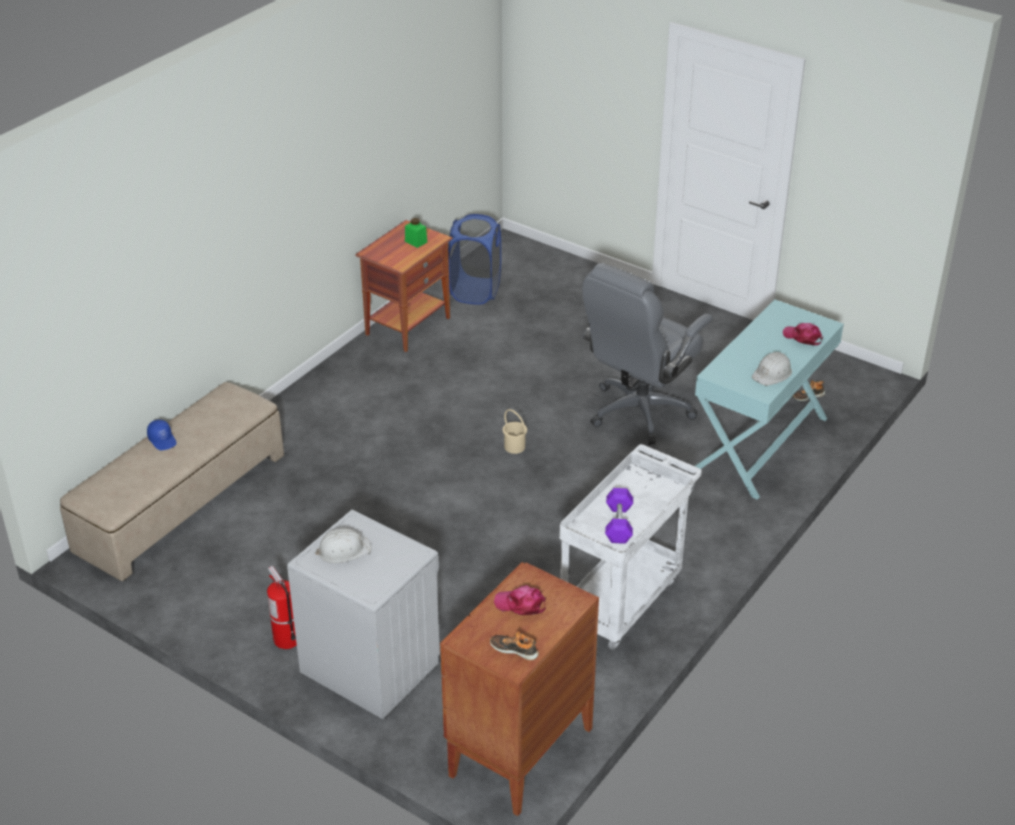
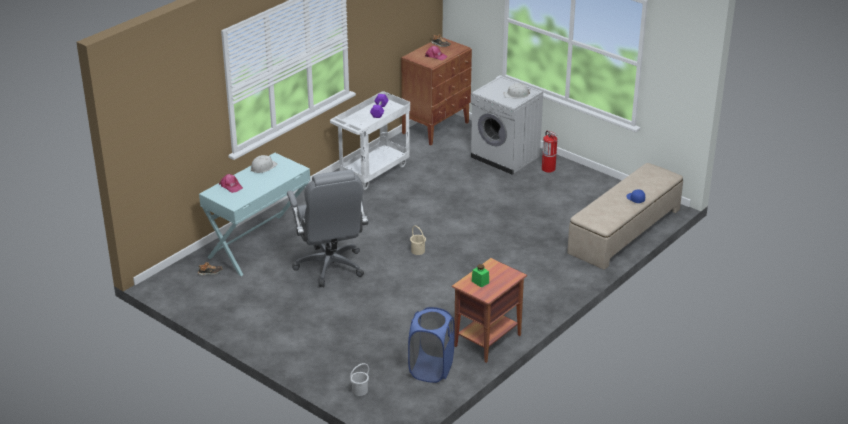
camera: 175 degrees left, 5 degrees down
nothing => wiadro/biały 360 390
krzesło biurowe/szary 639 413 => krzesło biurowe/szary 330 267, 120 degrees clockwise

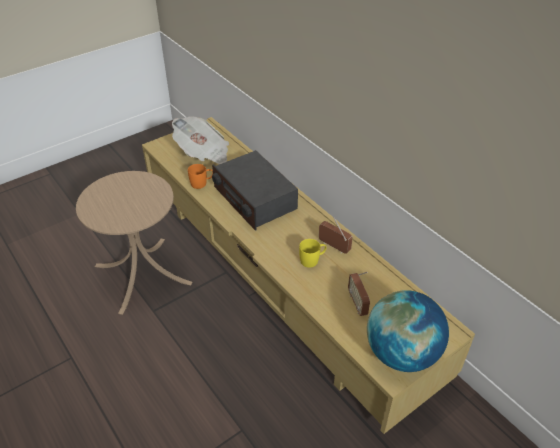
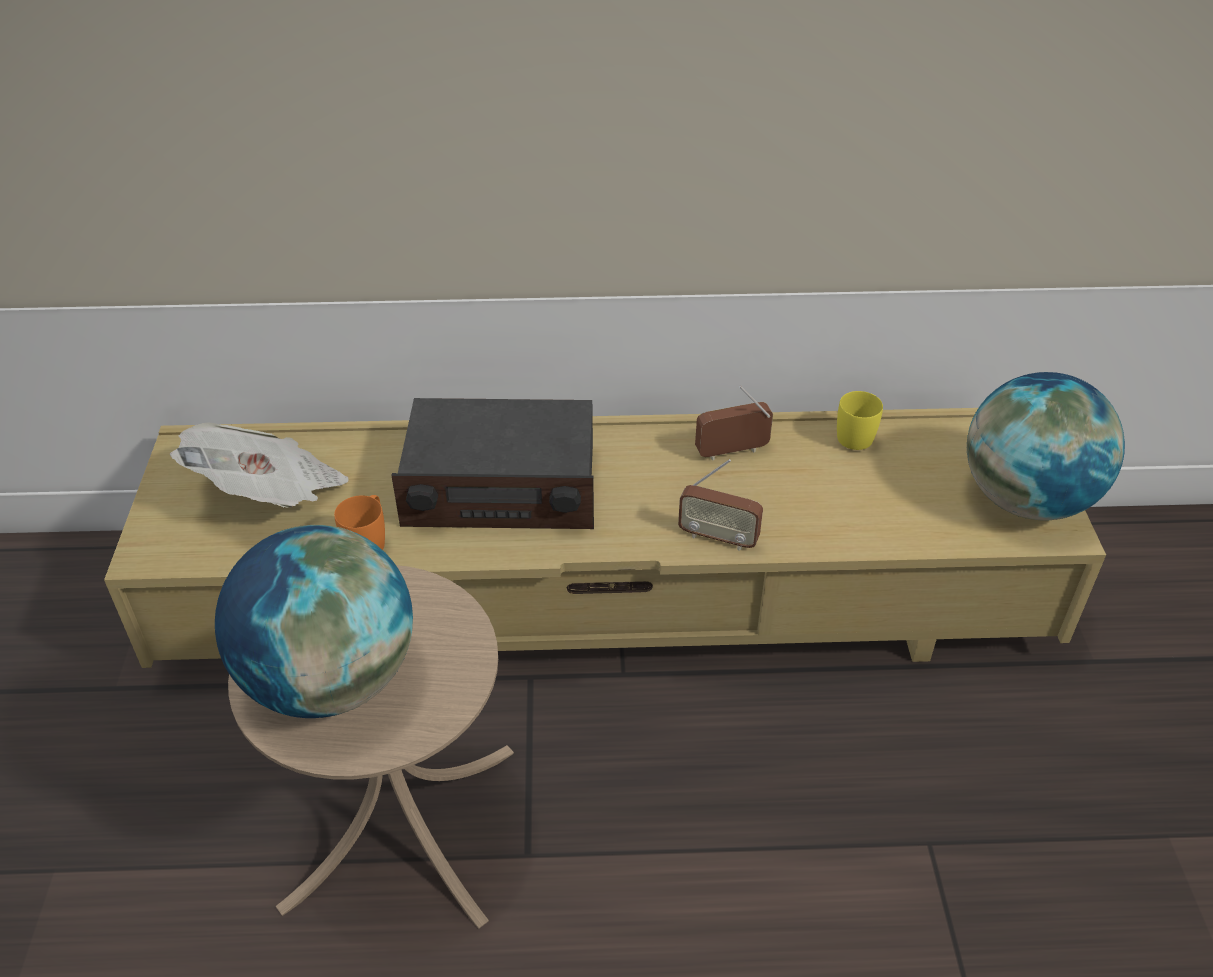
camera: 55 degrees left, 0 degrees up
nothing => globus 331 679
kubek/żółty 312 260 => kubek/żółty 854 433, move
radio 357 303 => radio 718 537, move

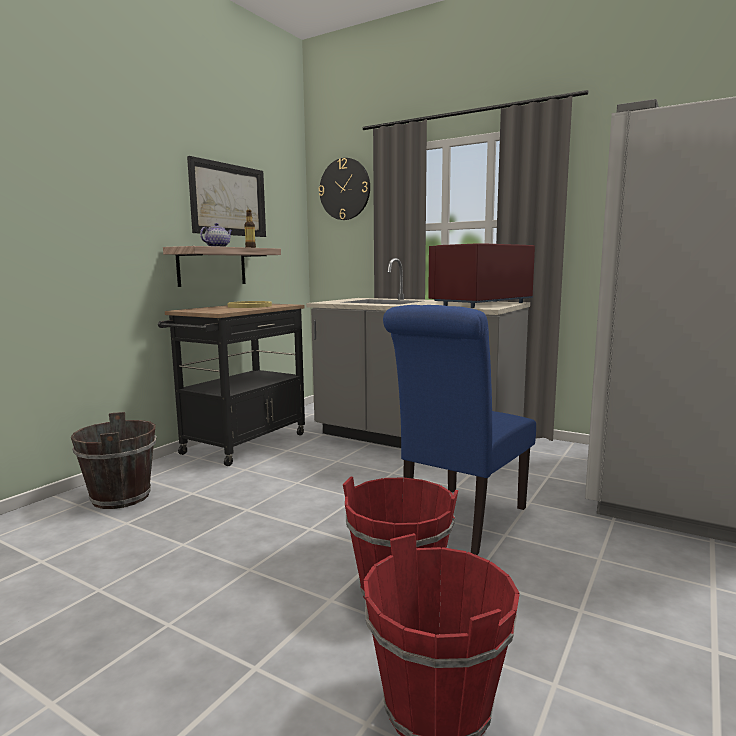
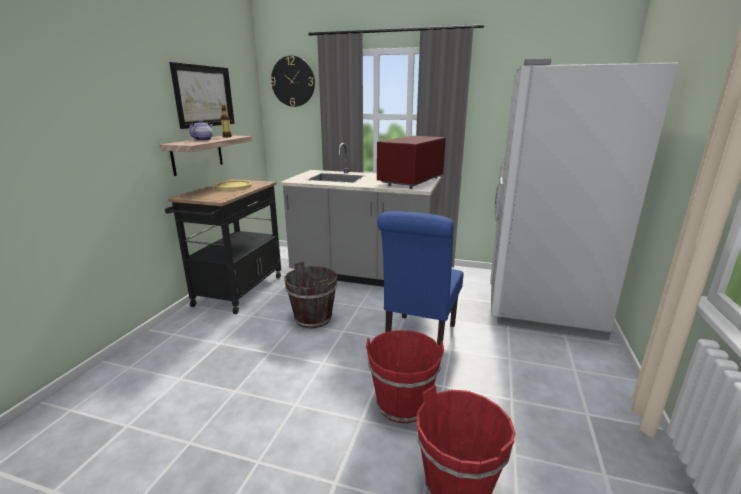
camera: 15 degrees left, 10 degrees up
wiadro/brązowy 121 497 => wiadro/brązowy 313 318, move

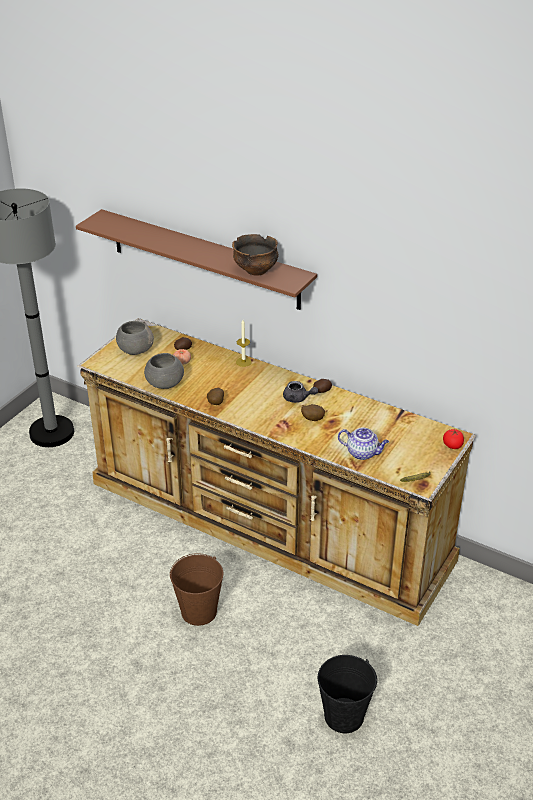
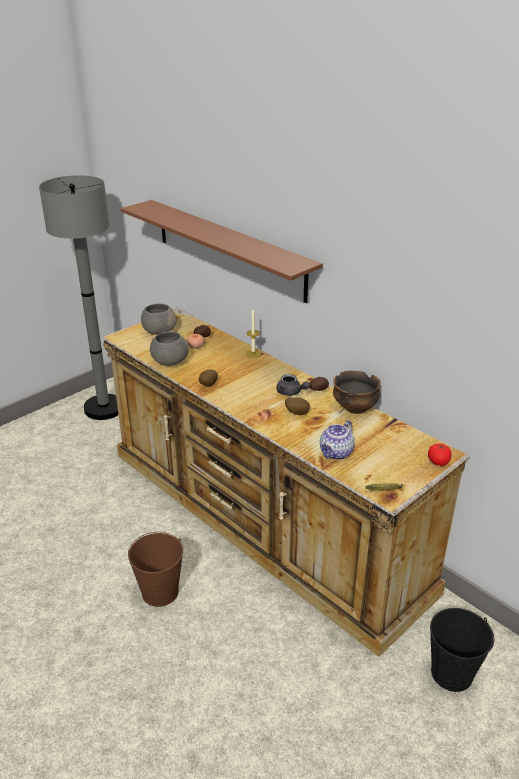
camera: 15 degrees right, 5 degrees down
miska 256 270 => miska 355 407, move
wiadro/czarny 343 716 => wiadro/czarny 451 673, move
imbryk 363 453 => imbryk 336 453, 90 degrees clockwise

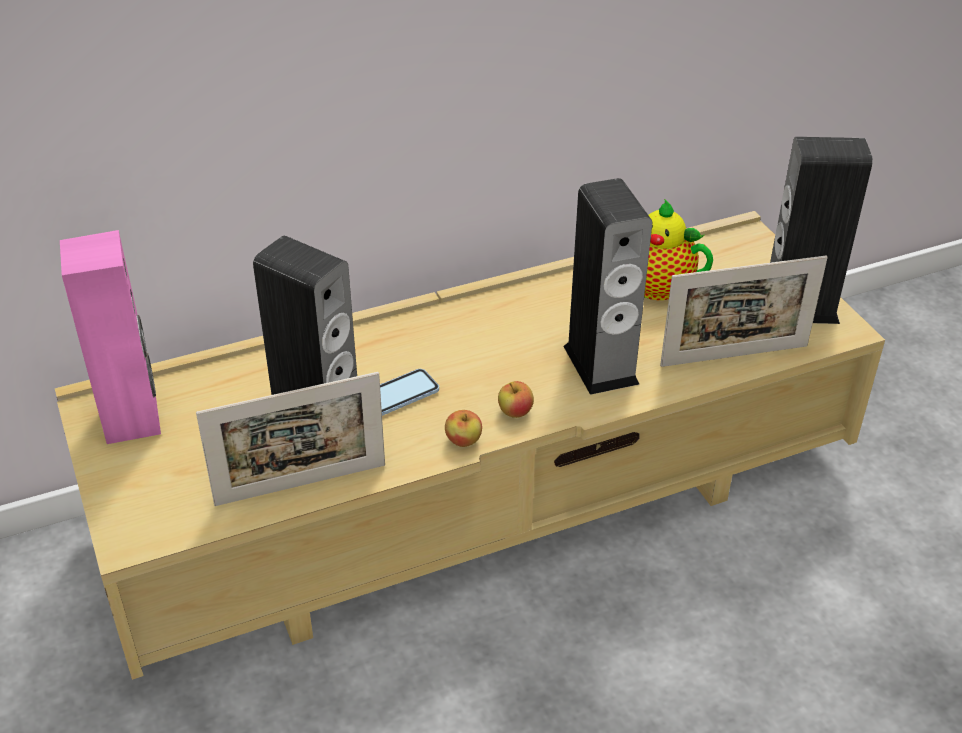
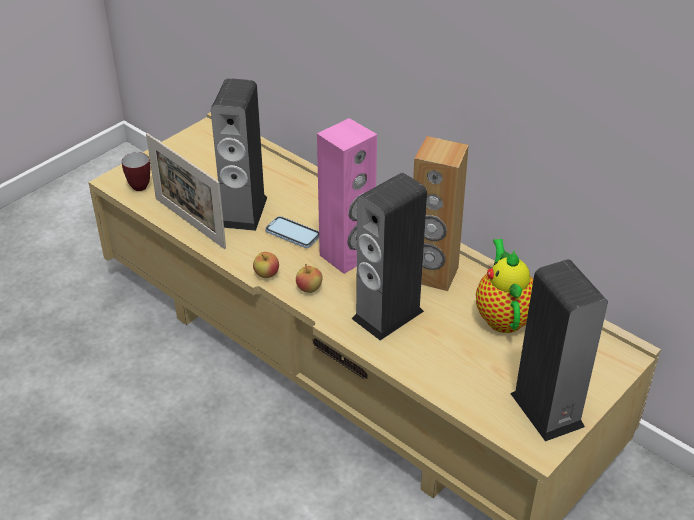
camera: 65 degrees right, 0 degrees up
ramka na zdjęcie 734 356 => nothing
nothing => kubek 139 185
nothing => głośnik/brązowy 433 274
głośnik/różowy 133 419 => głośnik/różowy 347 256, move

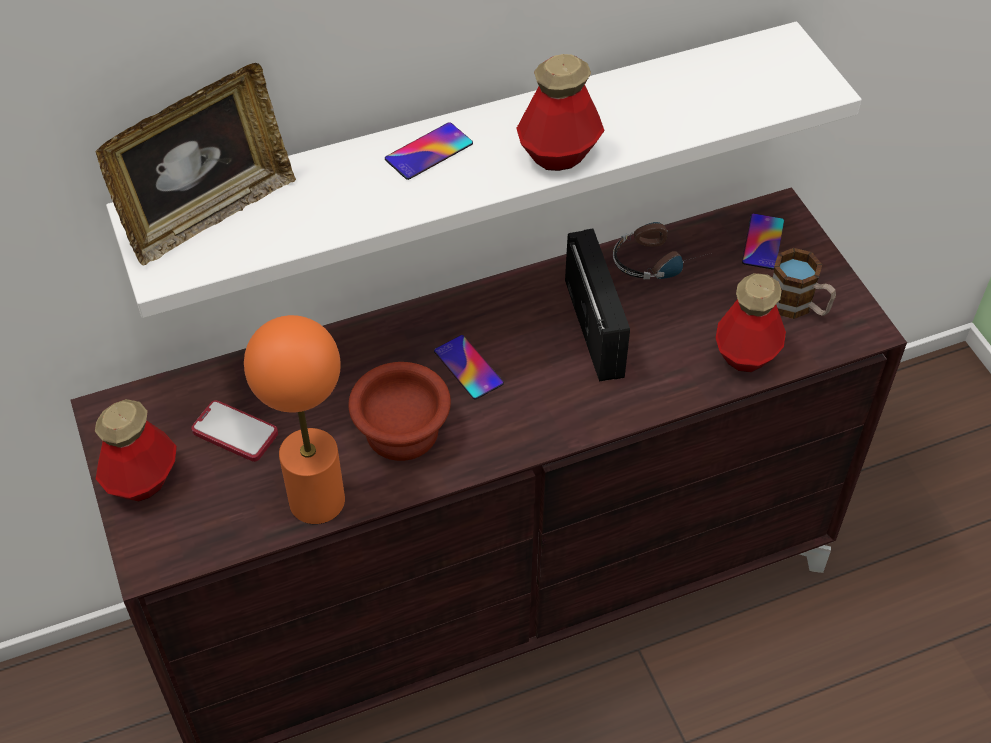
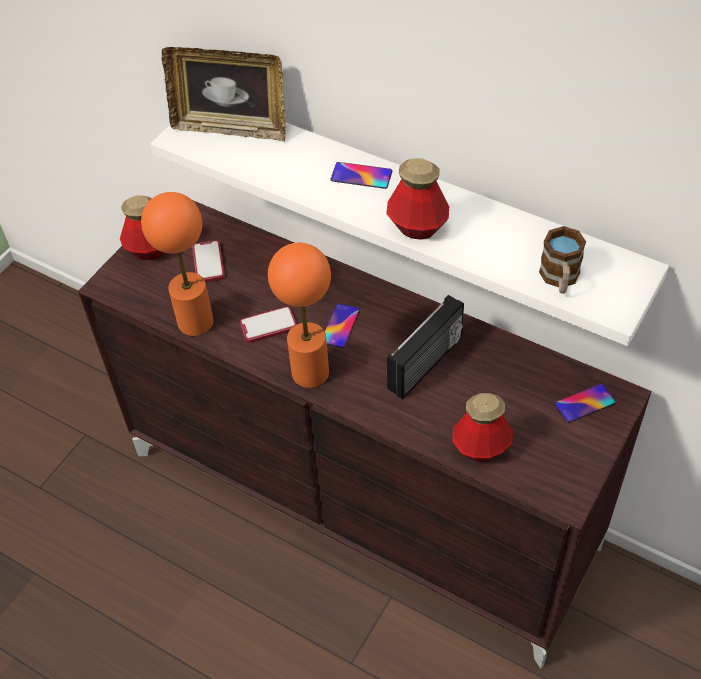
camera: 55 degrees right, 0 degrees up
słuchawki 658 259 => nothing
nothing => lampa stołowa/pomarańczowy 311 372
kubek 798 306 => kubek 560 279, move
miska/brązowy 399 432 => telefon 268 326

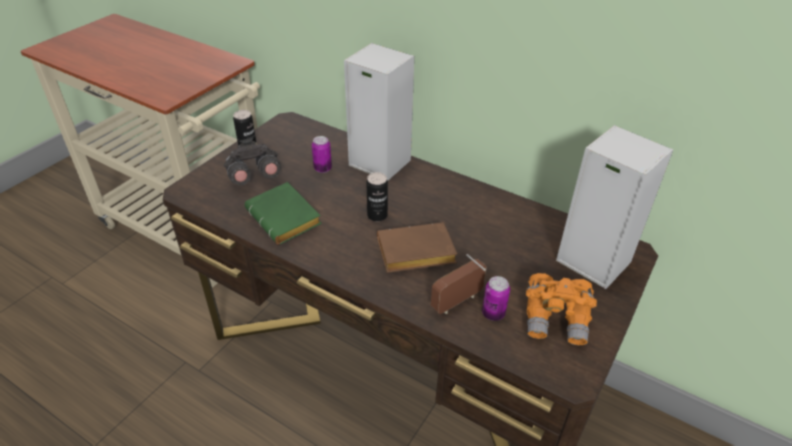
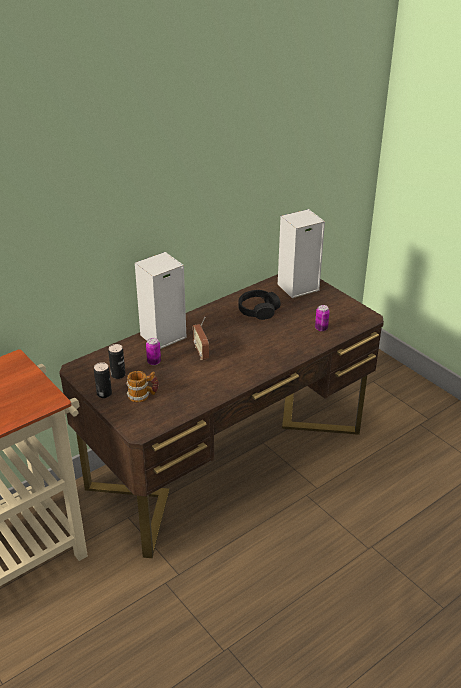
camera: 70 degrees left, 5 degrees down
książka/zielony 286 219 => nothing
książka/brązowy 414 254 => nothing
lornetka/pomarańczowy 556 320 => nothing
nothing => słuchawki/czarny 258 310
puszka 377 215 => puszka 118 375, move
radio 457 302 => radio 201 352, move
lornetka/szary 253 177 => kubek 143 395

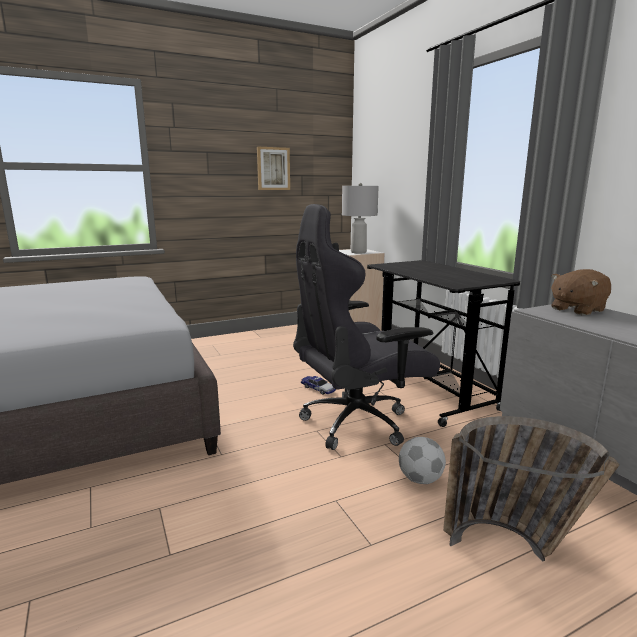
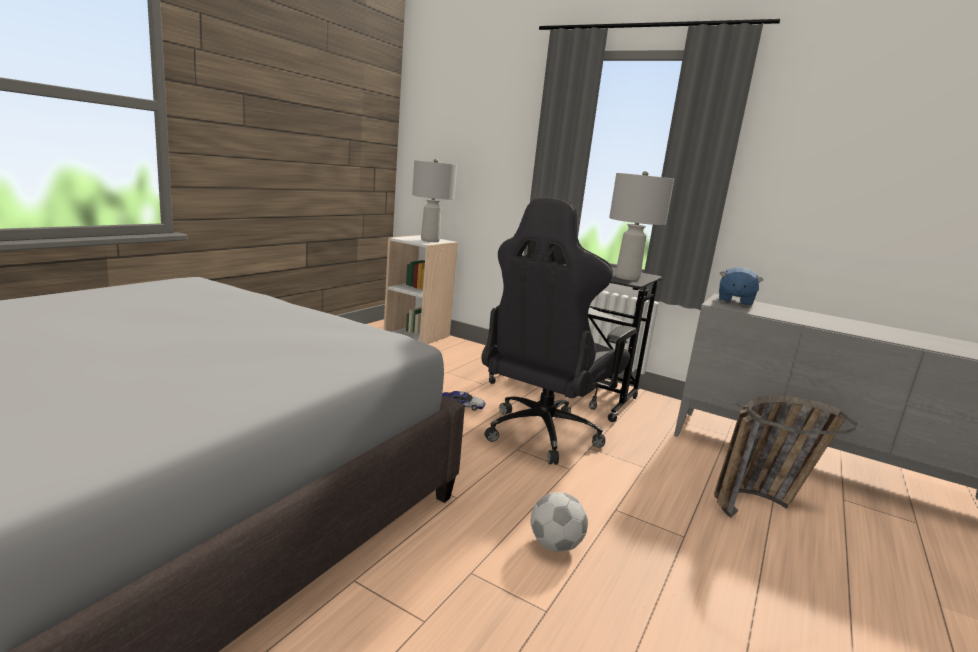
camera: 35 degrees left, 0 degrees up
obraz 273 168 => nothing
nothing => lampa stołowa/szary 627 278
piłka futbolowa 420 480 => piłka futbolowa 556 545, move
pluszak/brązowy 576 309 => pluszak/niebieski 734 301

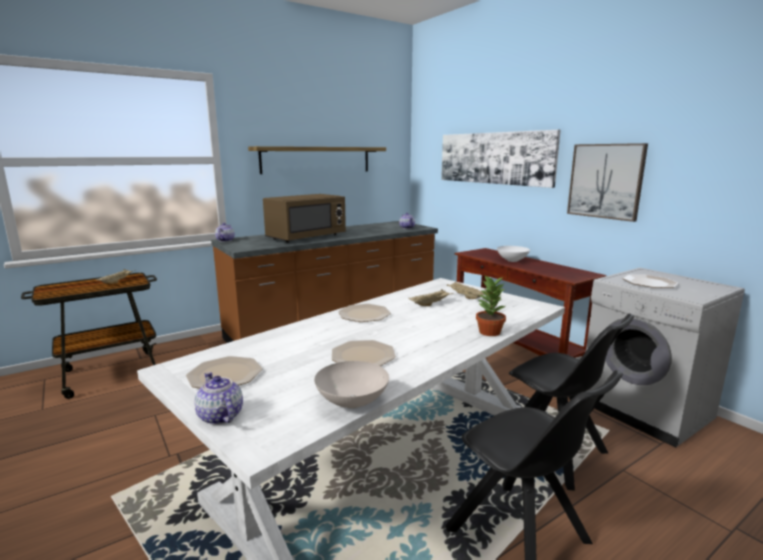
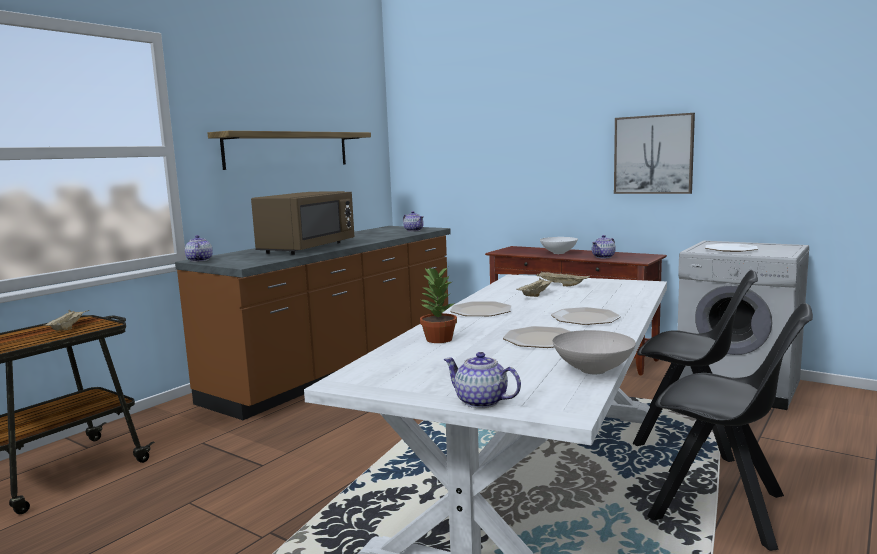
camera: 20 degrees left, 5 degrees down
obraz 494 158 => nothing
nothing => imbryk 603 257
talerz 224 374 => talerz 584 318, move
roślina doniczkowa 489 332 => roślina doniczkowa 438 339, move

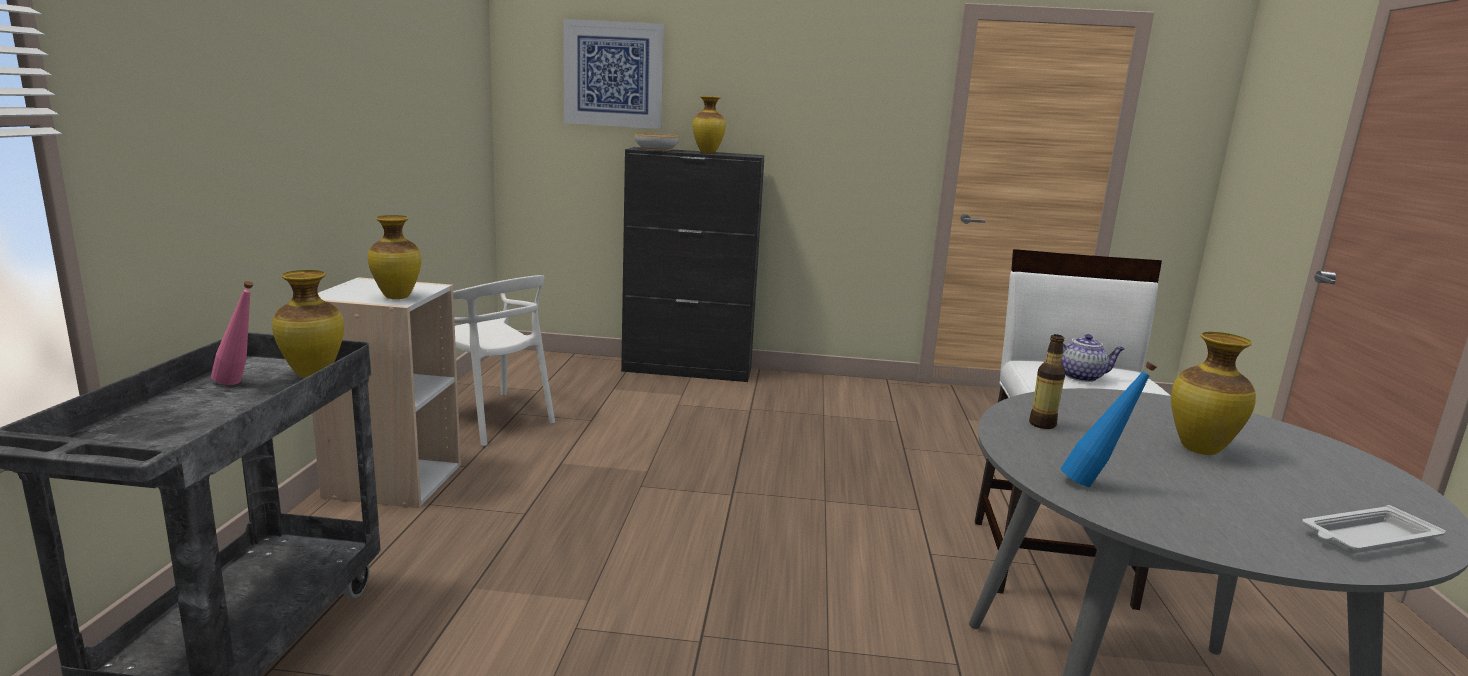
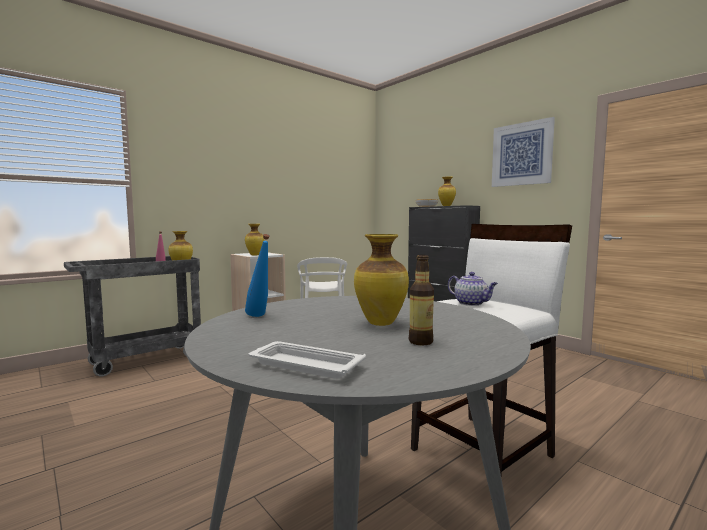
camera: 45 degrees right, 10 degrees down
obraz 613 74 => obraz 521 154, move
butelka 1042 424 => butelka 421 342, move

